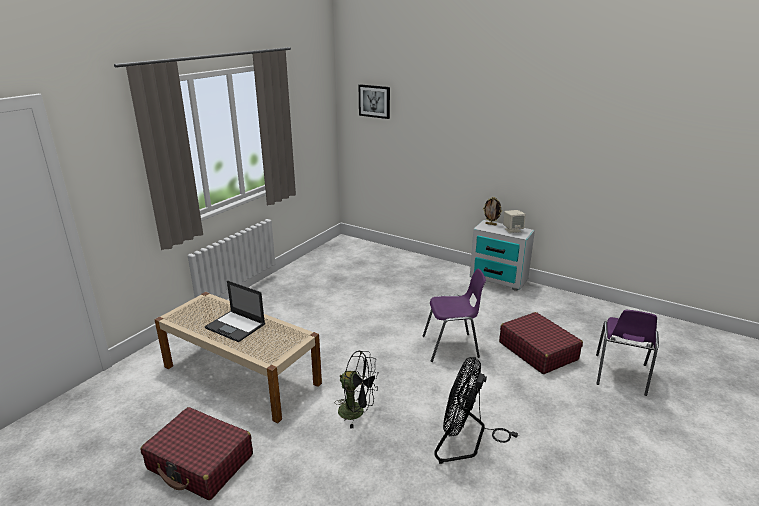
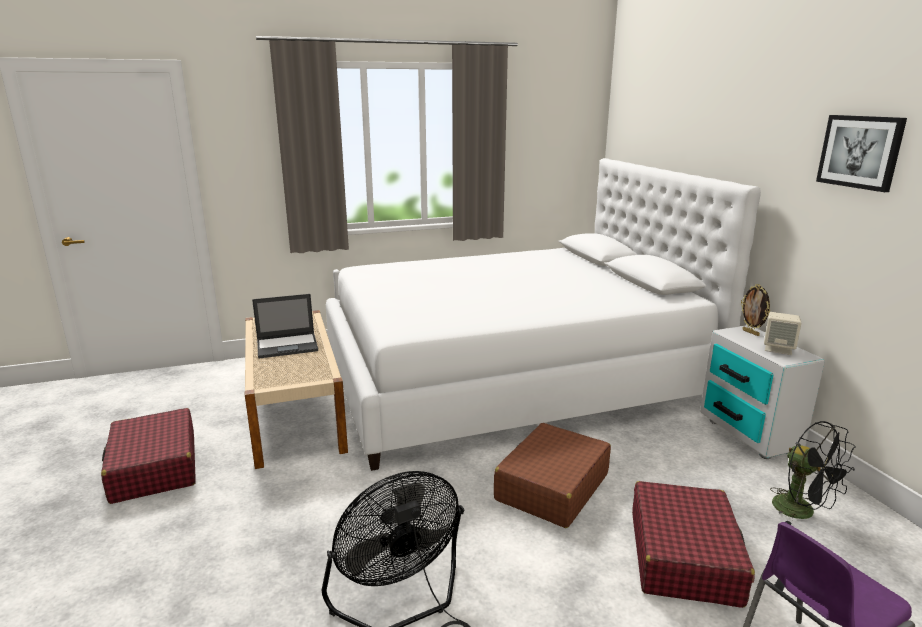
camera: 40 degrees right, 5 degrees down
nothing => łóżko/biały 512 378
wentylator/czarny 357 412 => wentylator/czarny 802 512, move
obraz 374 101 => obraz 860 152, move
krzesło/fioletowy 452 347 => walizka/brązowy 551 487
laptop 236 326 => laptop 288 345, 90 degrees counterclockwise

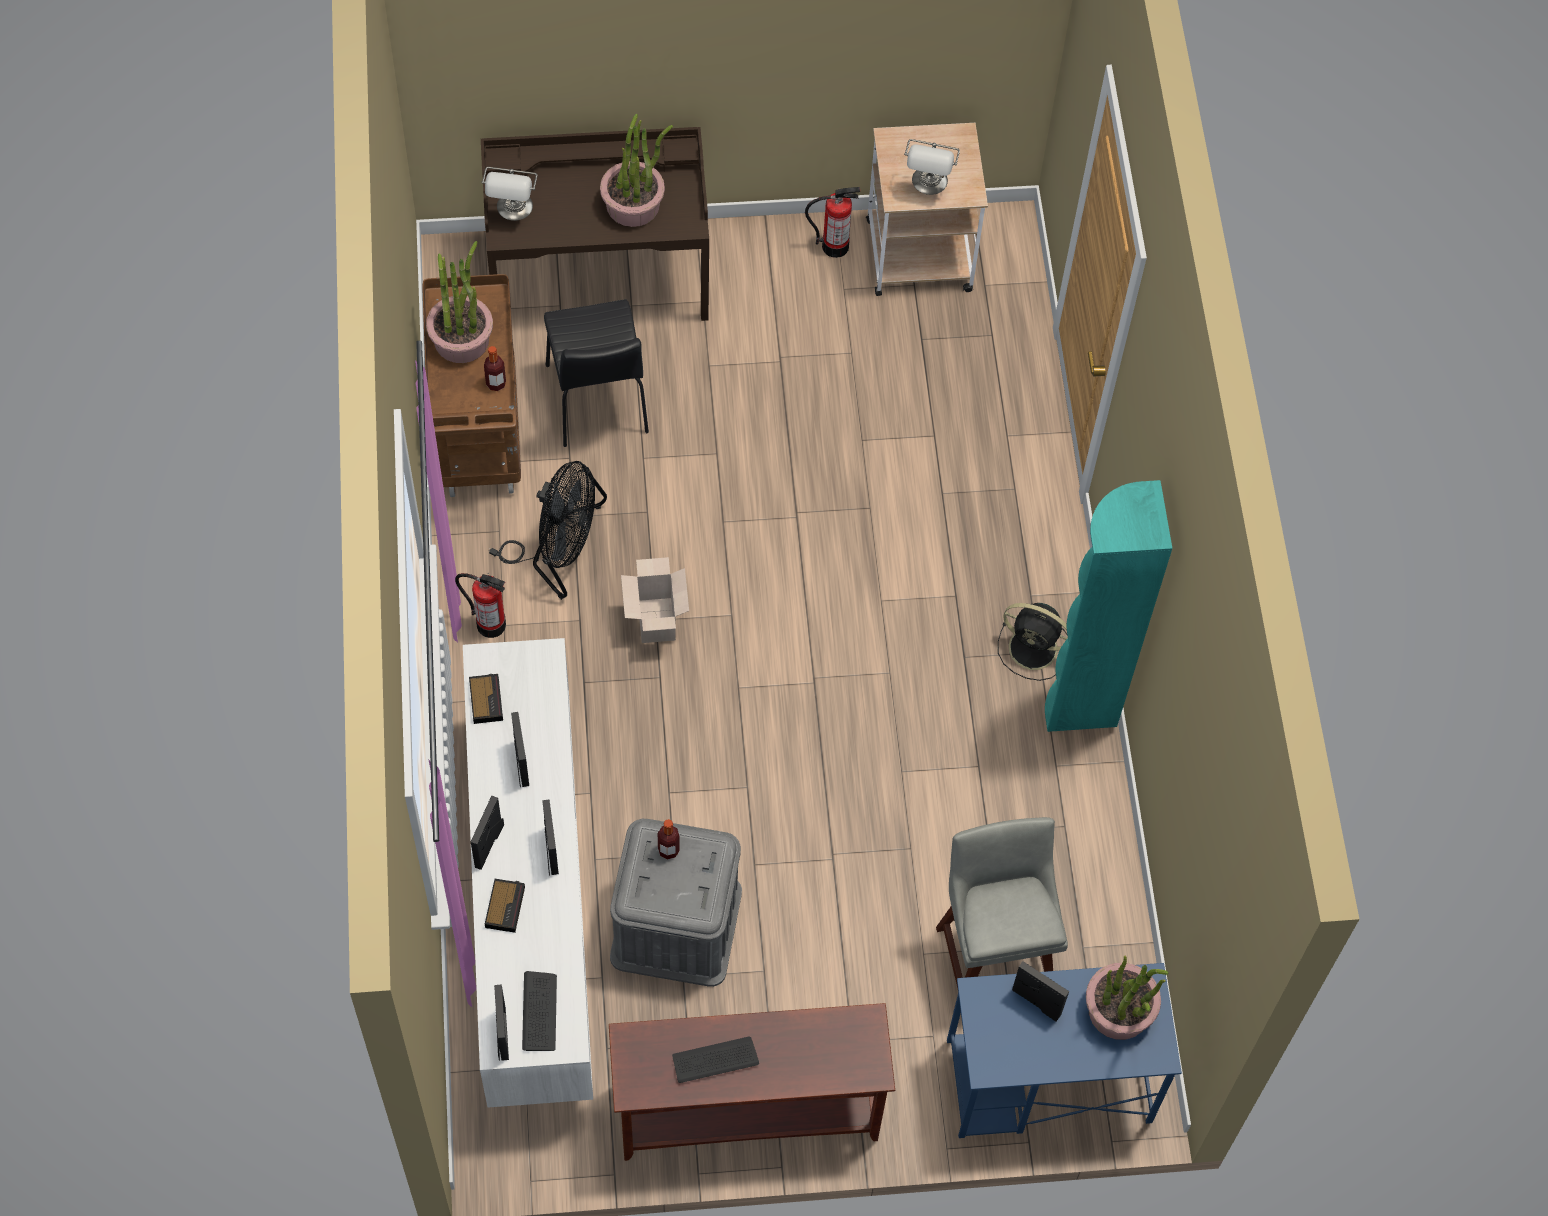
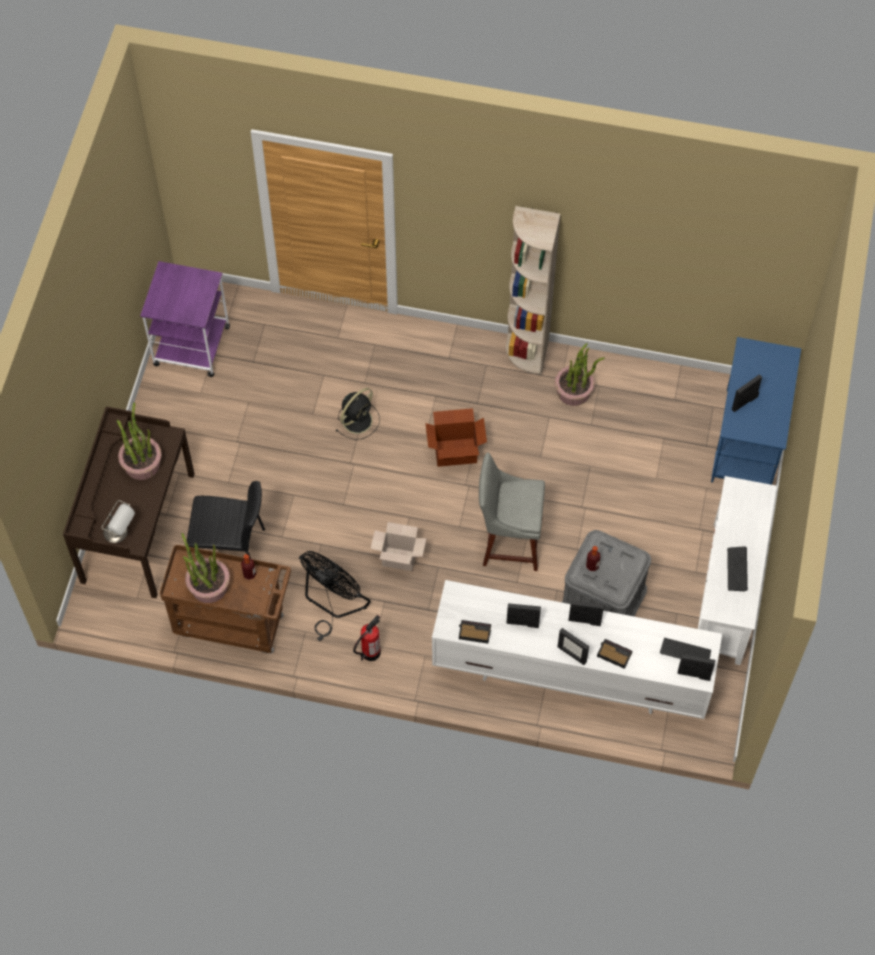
camera: 70 degrees left, 0 degrees up
gaśnica 835 246 => nothing
lampa stołowa/biały 929 186 => nothing
nothing => karton 455 451
krzesło/szary 994 953 => krzesło/szary 508 540, move
wentylator/czarny 1035 649 => wentylator/czarny 358 419, move
roślina doniczkowa 1119 1011 => roślina doniczkowa 574 391, move
stolik konsolowy/brązowy 746 1111 => stolik konsolowy/biały 727 594
wózek/beżowy 921 254 => wózek/fioletowy 192 344
regał/turkusowy 1079 704 => regał/beżowy 526 355

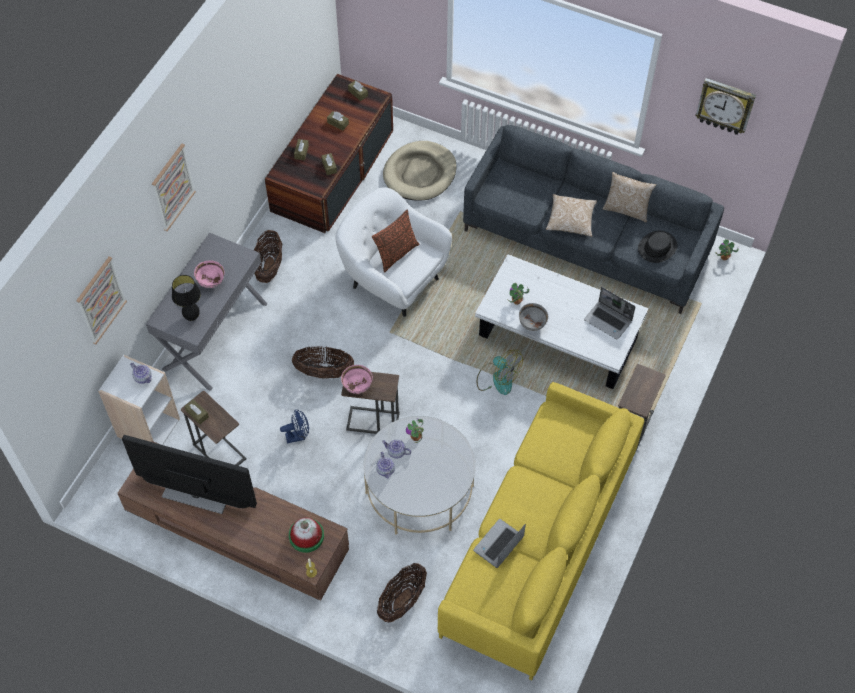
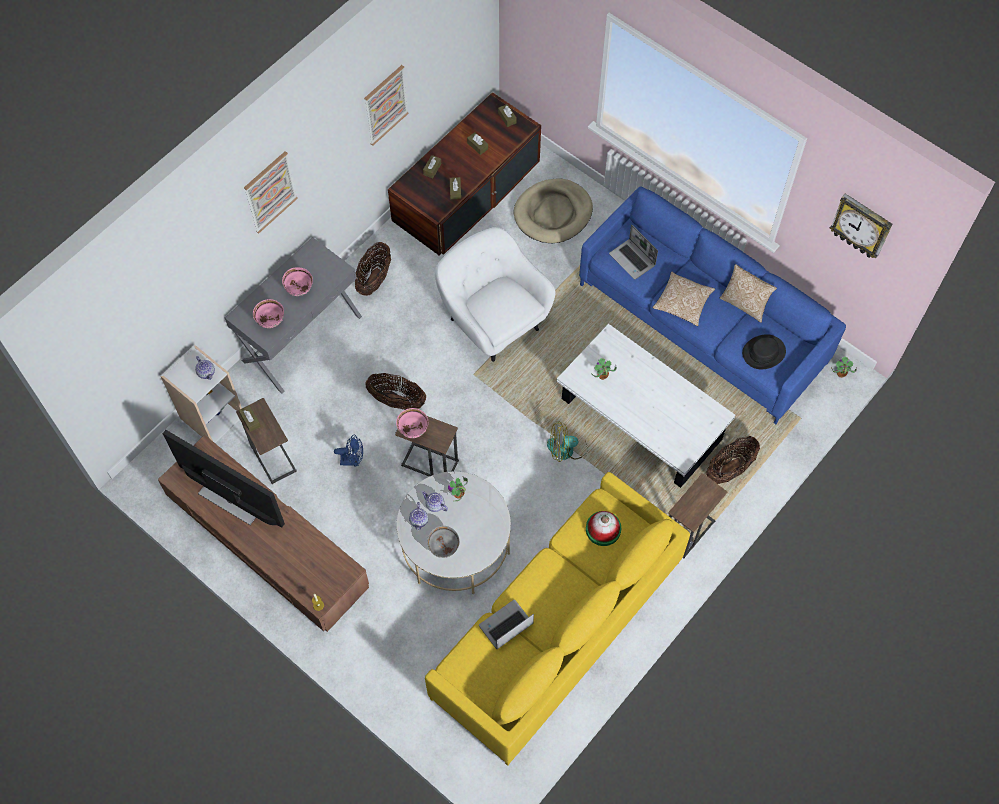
camera: 15 degrees right, 5 degrees up
poduszka/brązowy 396 254 => nothing
obraz 100 300 => obraz 385 105, move
kapelusz 306 536 => kapelusz 603 529, move
koszyk 402 600 => koszyk 730 468, move
miska/szary 532 324 => miska/szary 444 547, move
laptop 608 321 => laptop 633 260, move
lampa stołowa/czarny 192 317 => miska/różowy 271 321
kanapa/szary 586 240 => kanapa/niebieski 702 323
wentylator 497 378 => wentylator 567 448, 120 degrees clockwise

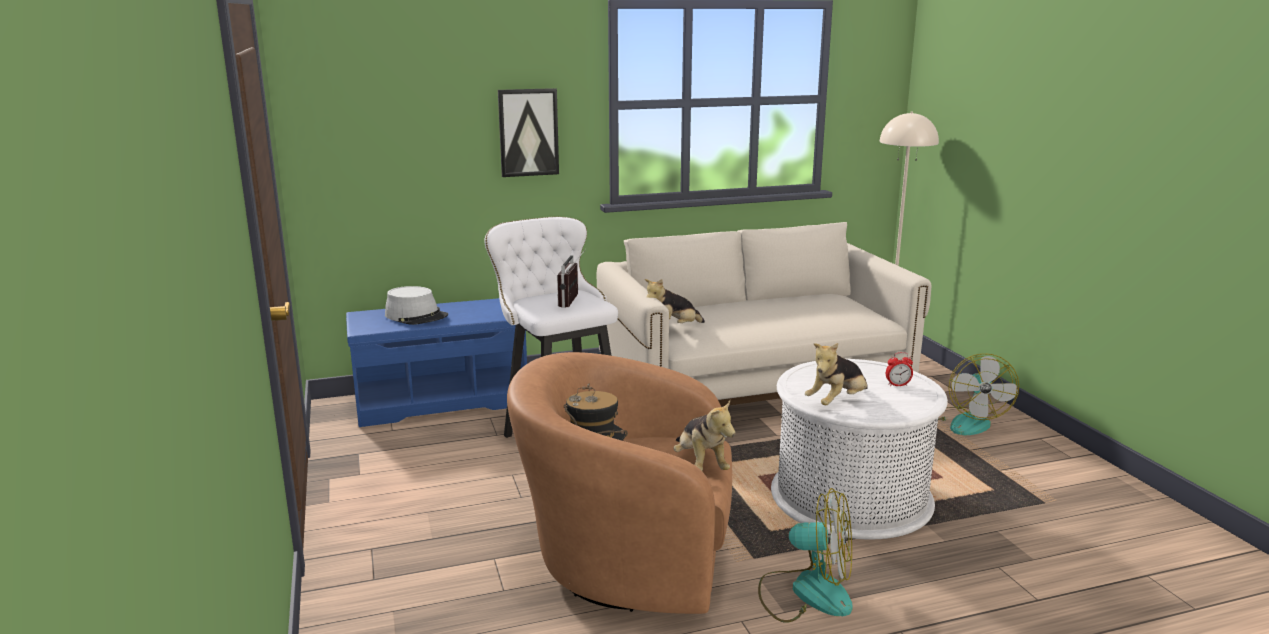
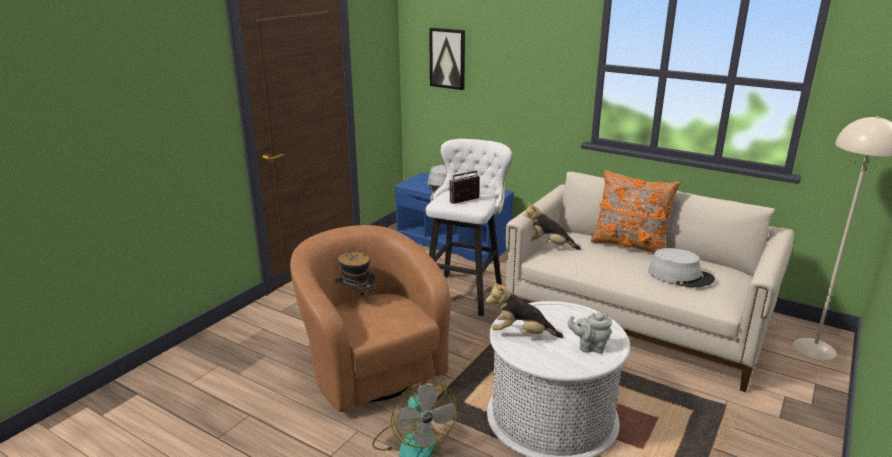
camera: 50 degrees right, 5 degrees up
pluszak 701 464 => nothing
wentylator 967 421 => nothing
nothing => poduszka/pomarańczowy 629 246
nothing => kapelusz/szary 680 276
obraz 528 132 => obraz 447 58, move
budzik 897 385 => imbryk/szary 589 347

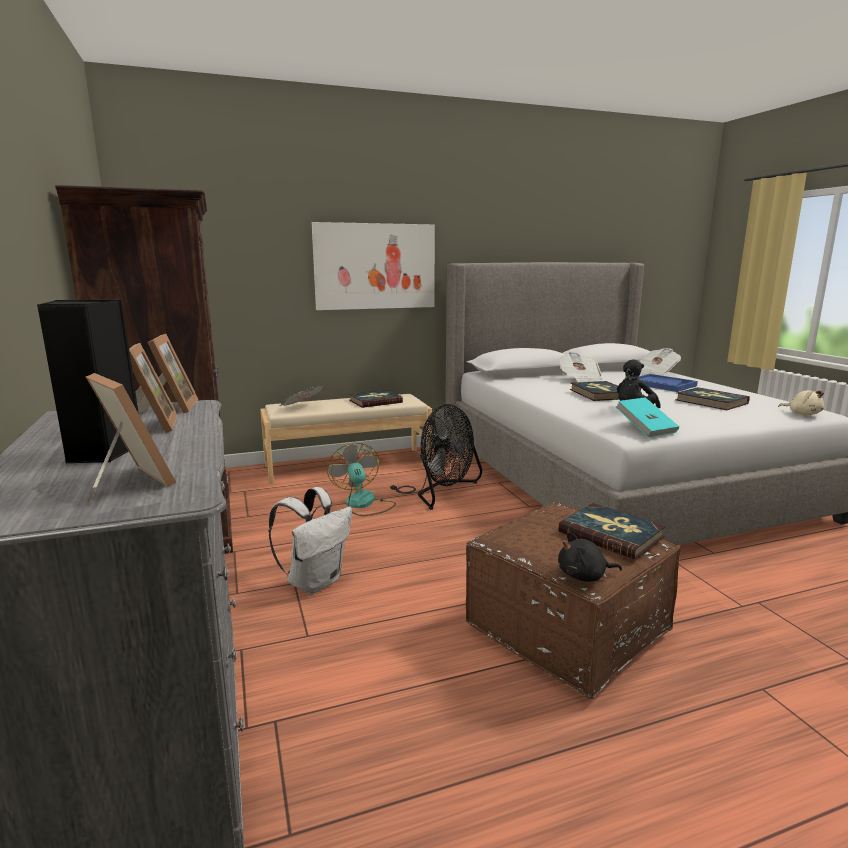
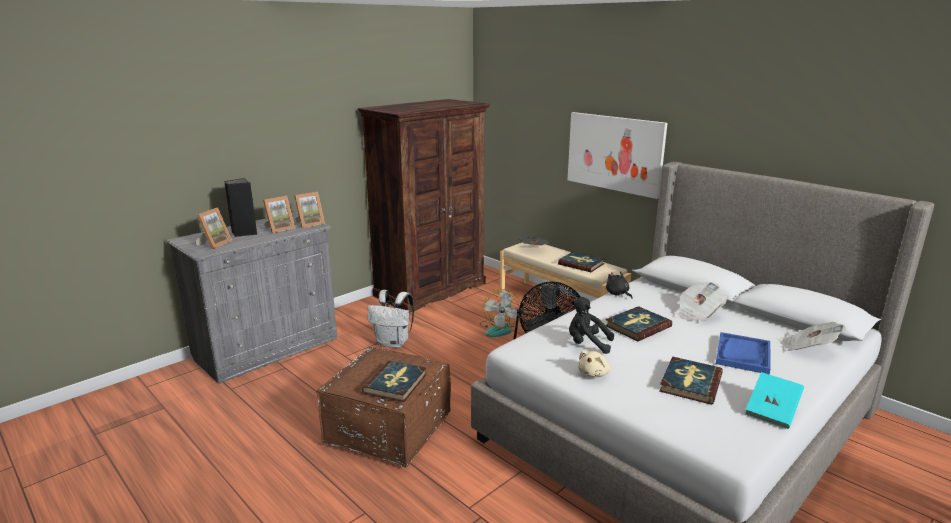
camera: 65 degrees right, 5 degrees up
pluszak/czarny 584 576 => pluszak/czarny 618 294, move
książka/turkusowy 645 429 => książka/turkusowy 772 411, move
pluszak/beżowy 802 414 => pluszak/beżowy 594 373, move
wentylator 363 504 => wentylator 500 328, 150 degrees clockwise

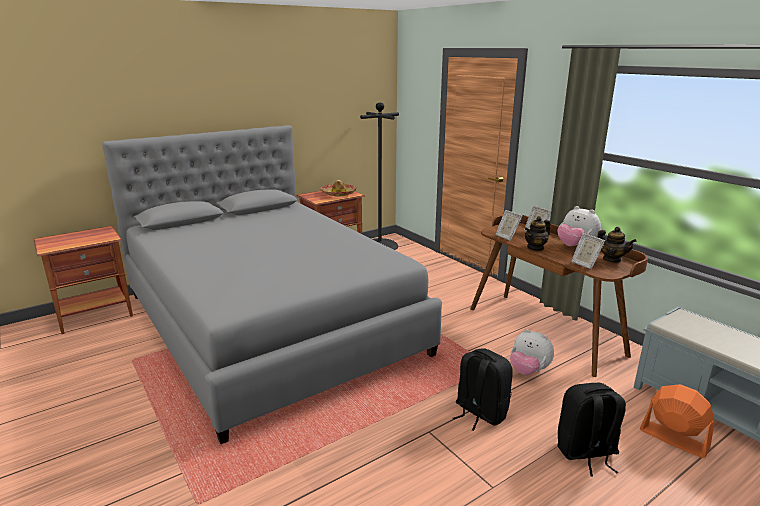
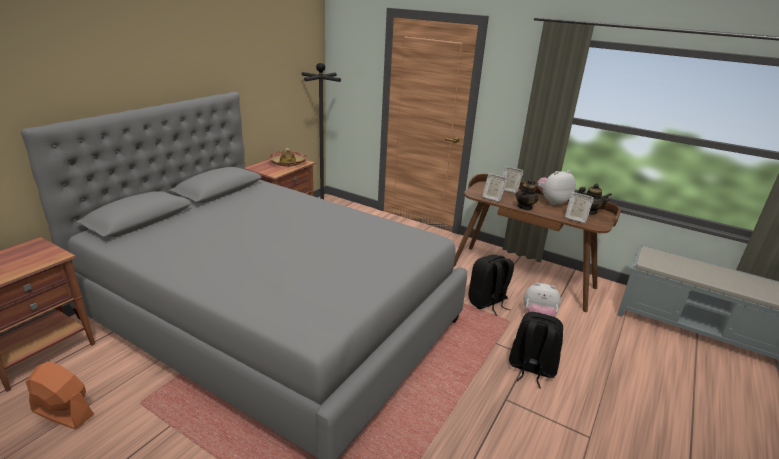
camera: 25 degrees left, 5 degrees up
plecak/czarny 586 453 => plecak/czarny 487 303, move
wentylator/pomarańczowy 673 438 => wentylator/pomarańczowy 63 413, move
pluszak 575 247 => pluszak 552 202, 135 degrees clockwise

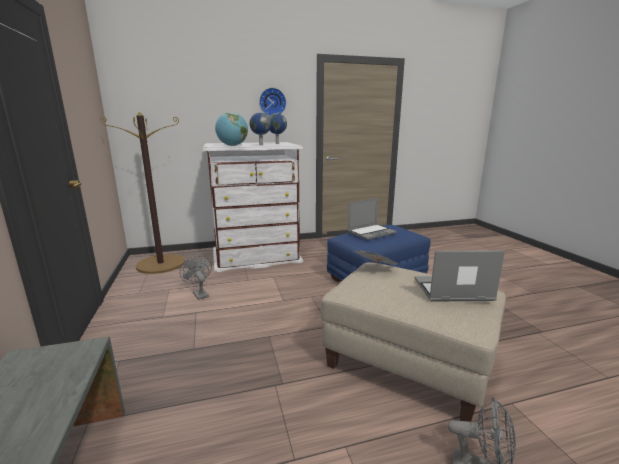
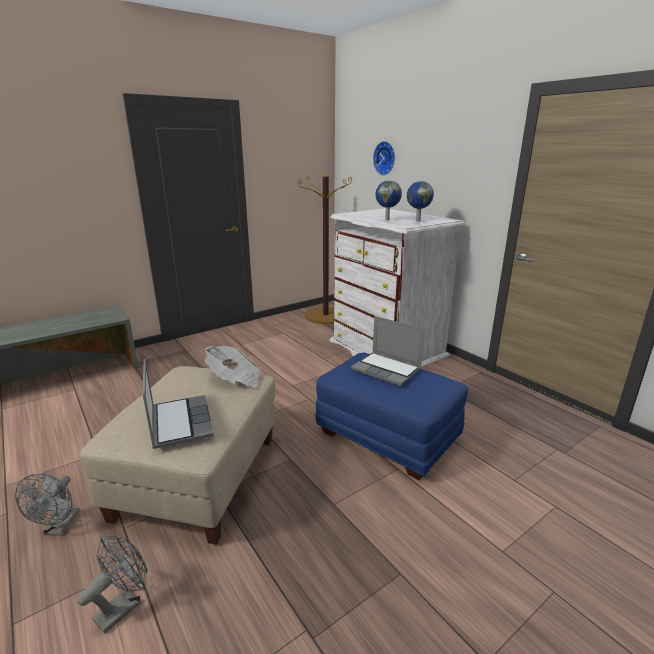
camera: 70 degrees right, 5 degrees up
globus 232 146 => nothing
wentylator/szary 199 294 => wentylator/szary 123 605, move
zegar ścienny 272 102 => zegar ścienny 385 158, move

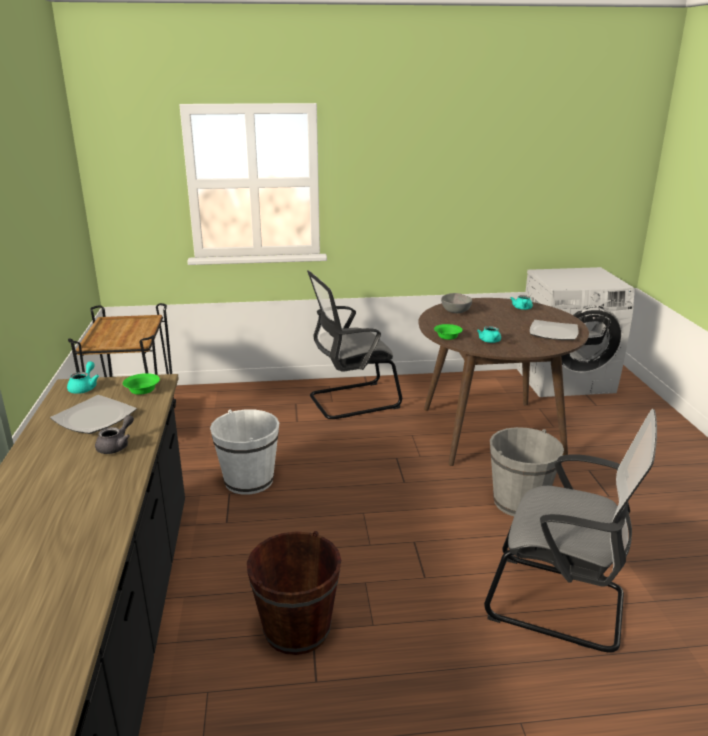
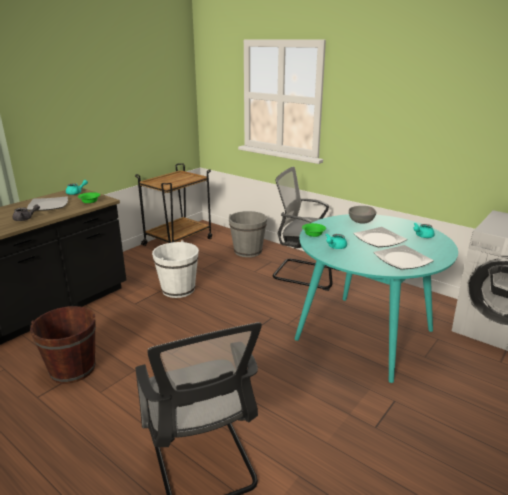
camera: 45 degrees right, 0 degrees up
nothing => talerz 379 239
wiadro/szary 519 502 => wiadro/szary 248 251, move
stół jadalny/brązowy 491 432 => stół jadalny/turkusowy 364 335

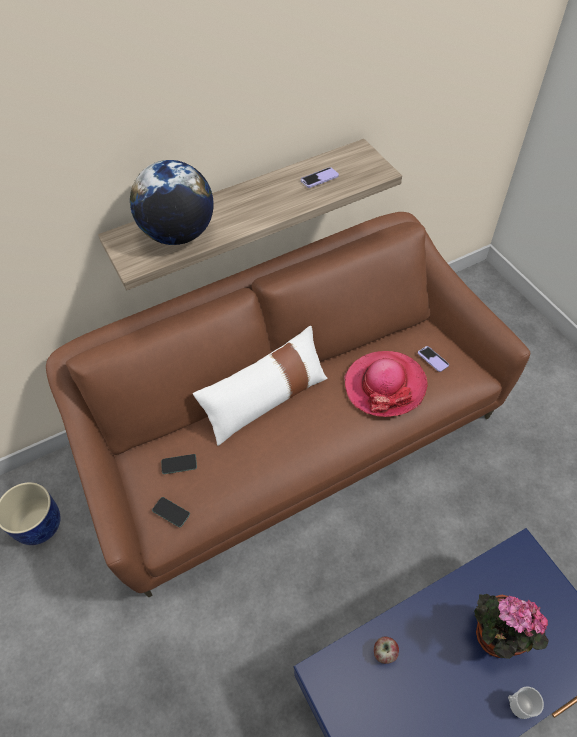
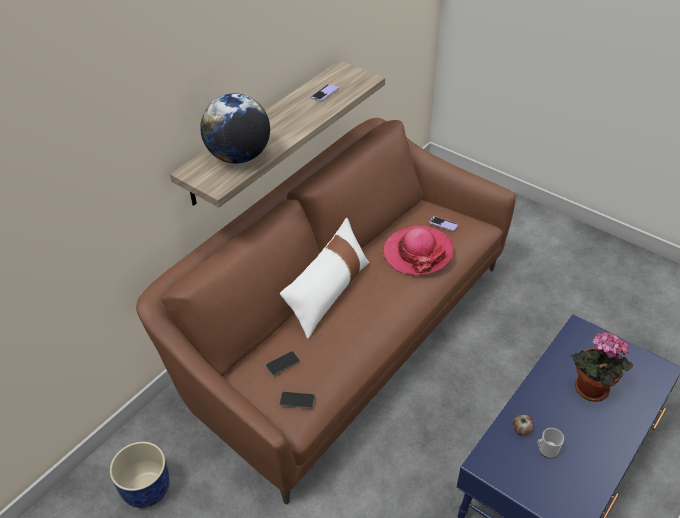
camera: 25 degrees left, 10 degrees down
kubek 518 705 => kubek 546 450, move

